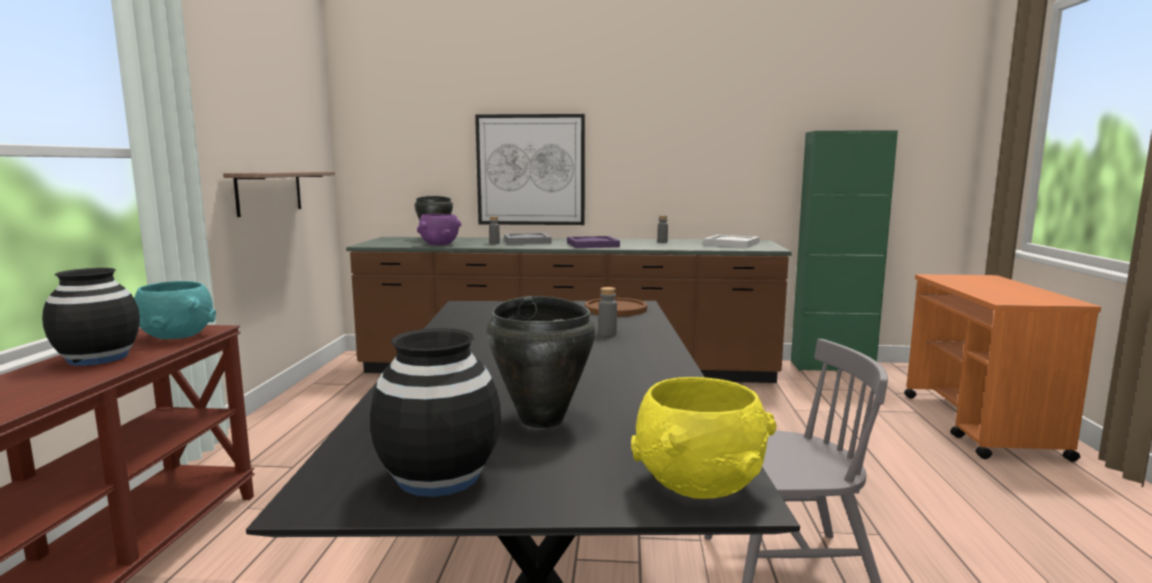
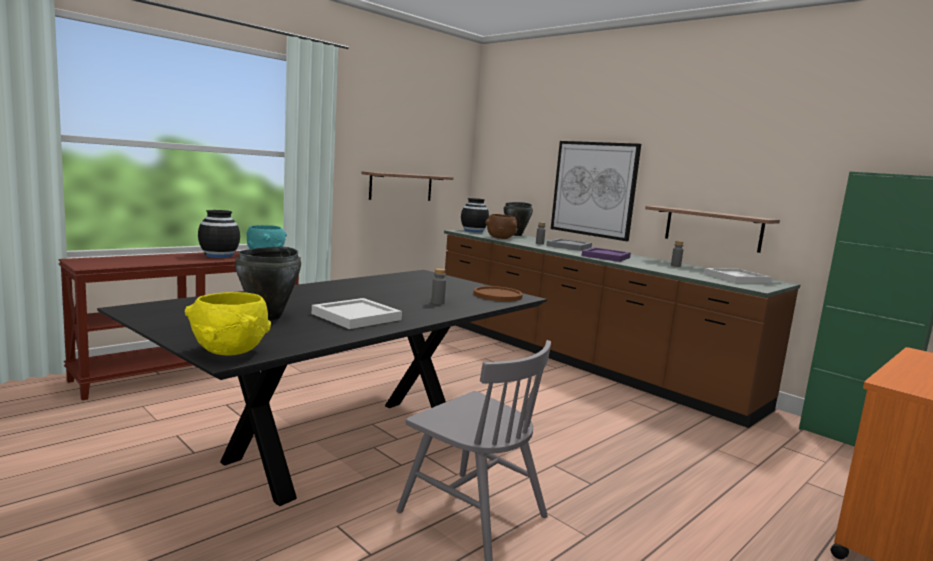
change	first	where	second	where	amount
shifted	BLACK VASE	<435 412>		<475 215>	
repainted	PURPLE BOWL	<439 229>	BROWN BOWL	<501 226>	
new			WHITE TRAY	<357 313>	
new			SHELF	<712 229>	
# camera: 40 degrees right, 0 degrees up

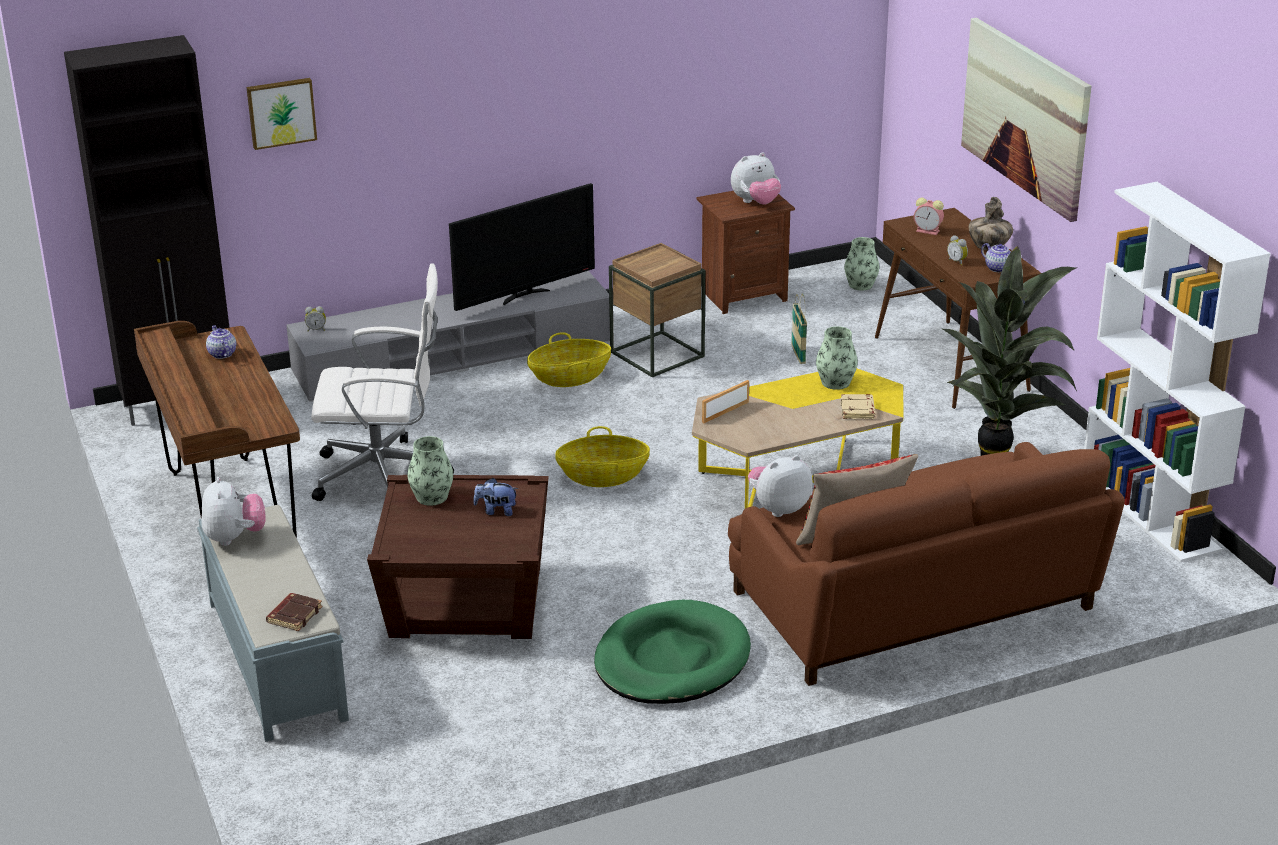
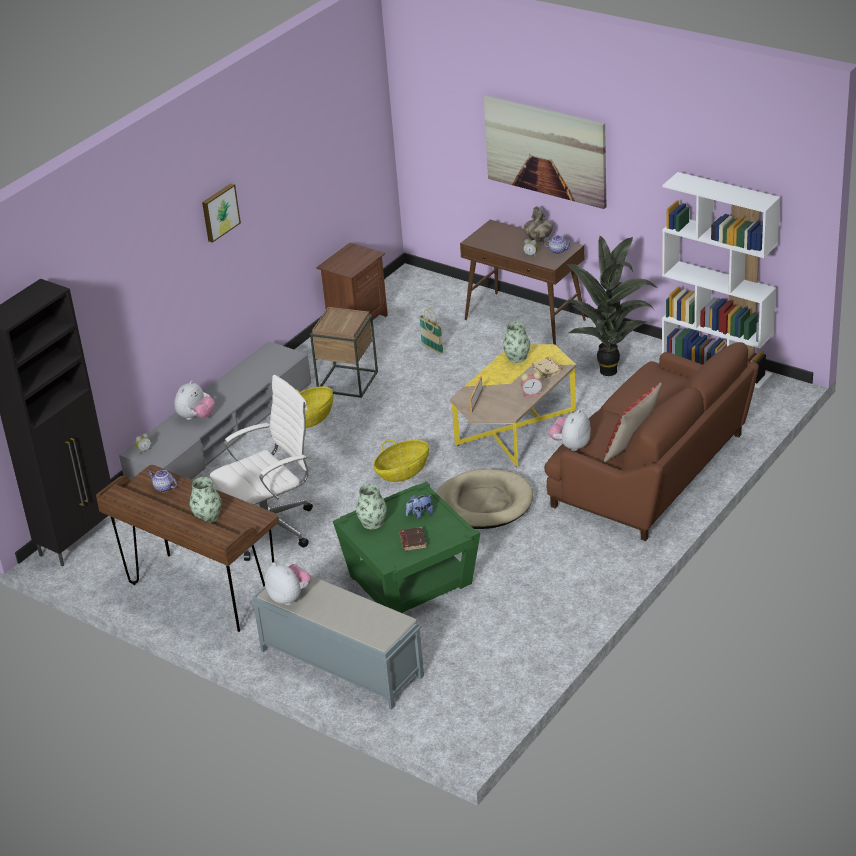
change	first	where	second	where	amount
shifted	PICTURE	<282 114>		<221 213>	
shifted	BROWN BOOK	<294 612>		<413 539>	
repainted	BROWN SIDE TABLE	<458 557>	GREEN SIDE TABLE	<407 547>	
gone	TELEVISION	<522 247>			
gone	GREEN DOG BED	<672 652>			
shifted	PLUSH TOY	<756 178>		<194 400>	
shifted	VASE	<862 264>		<205 500>	
shifted	ALARM CLOCK	<929 216>		<531 385>	
new			BEIGE DOG BED	<484 499>	
# camera: 30 degrees left, 5 degrees up

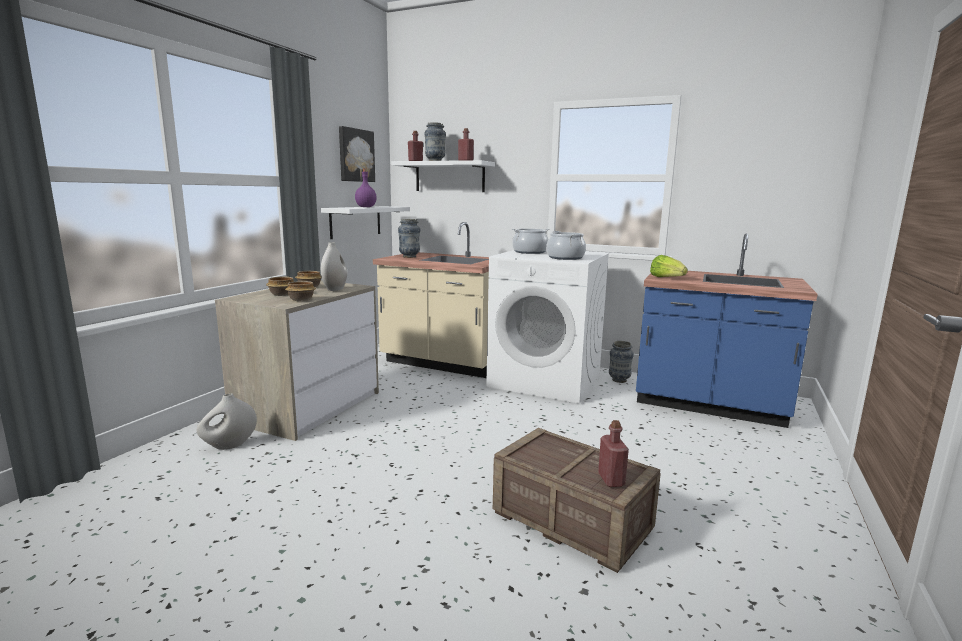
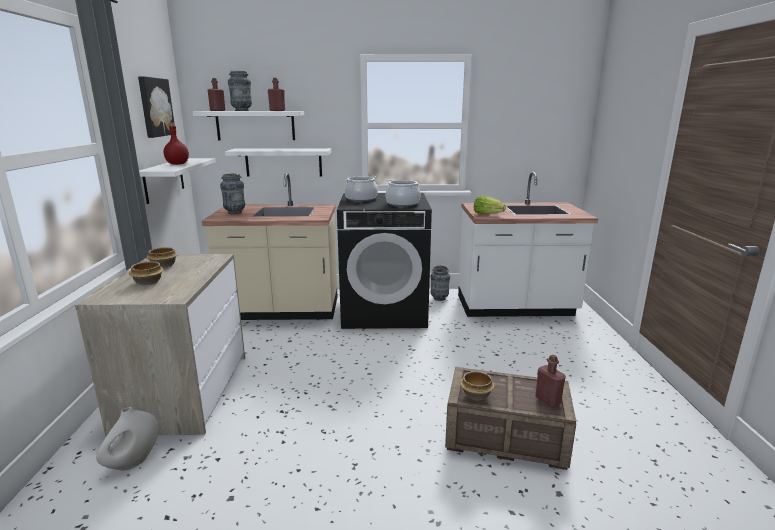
change	first	where	second	where	amount
shifted	BOWL	<300 291>		<477 385>	
gone	WHITE VASE	<334 266>			
repainted	PURPLE BOTTLE	<366 188>	RED BOTTLE	<176 144>	
repainted	WHITE WASHING MACHINE	<547 327>	BLACK WASHING MACHINE	<384 261>	
repainted	BLUE COUNTER	<726 331>	WHITE COUNTER	<528 244>	
new			WHITE SHELF	<278 162>	
# camera: 25 degrees left, 5 degrees up

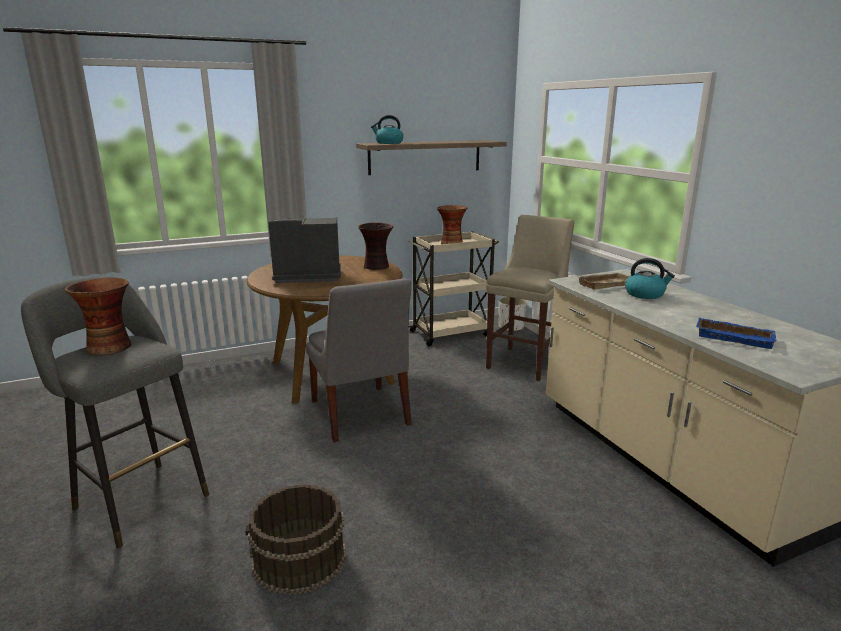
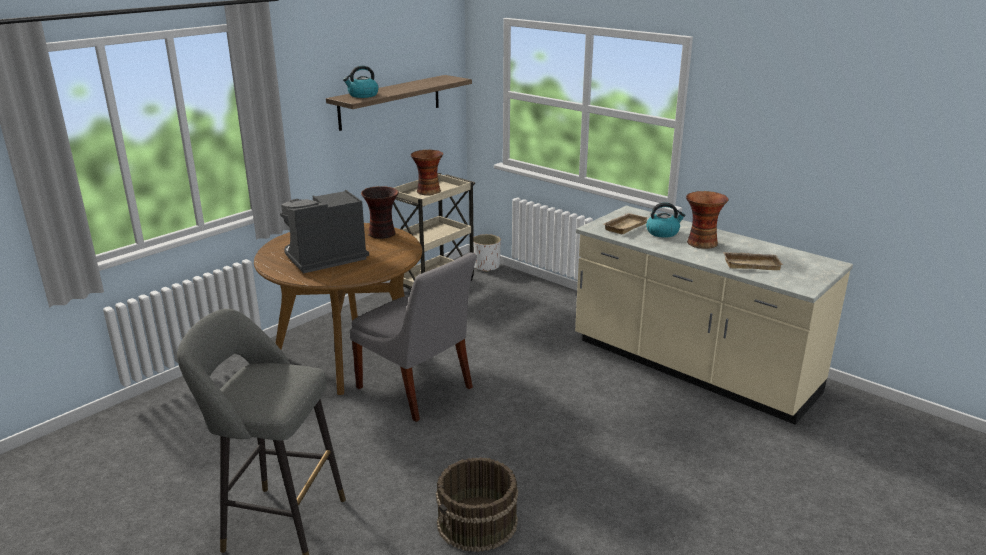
change	first	where	second	where	amount
shifted	VASE	<98 317>		<707 220>	
gone	BEIGE STOOL	<530 298>			
repainted	BLUE TRAY	<736 333>	BEIGE TRAY	<753 261>	
# camera: 25 degrees left, 5 degrees up

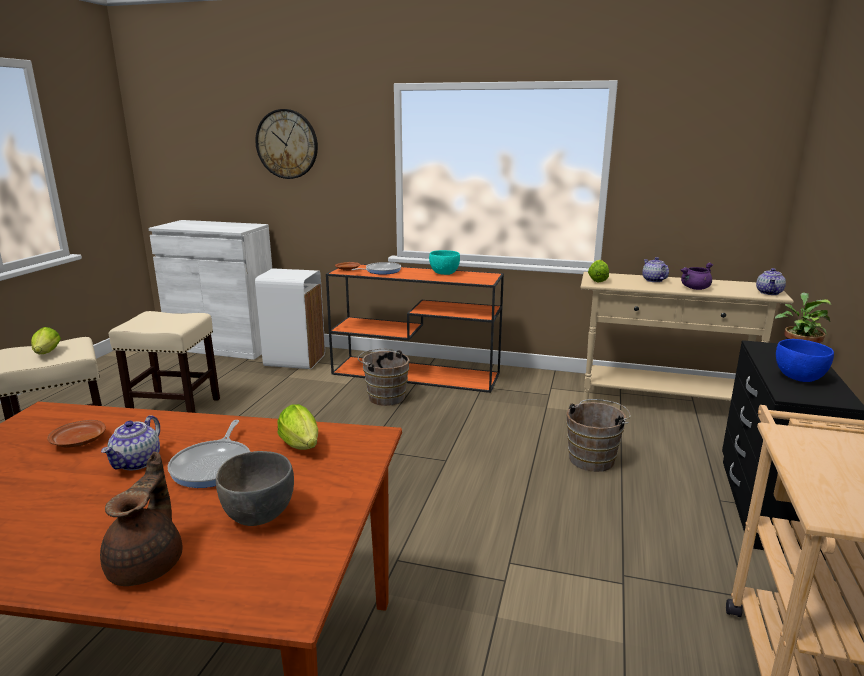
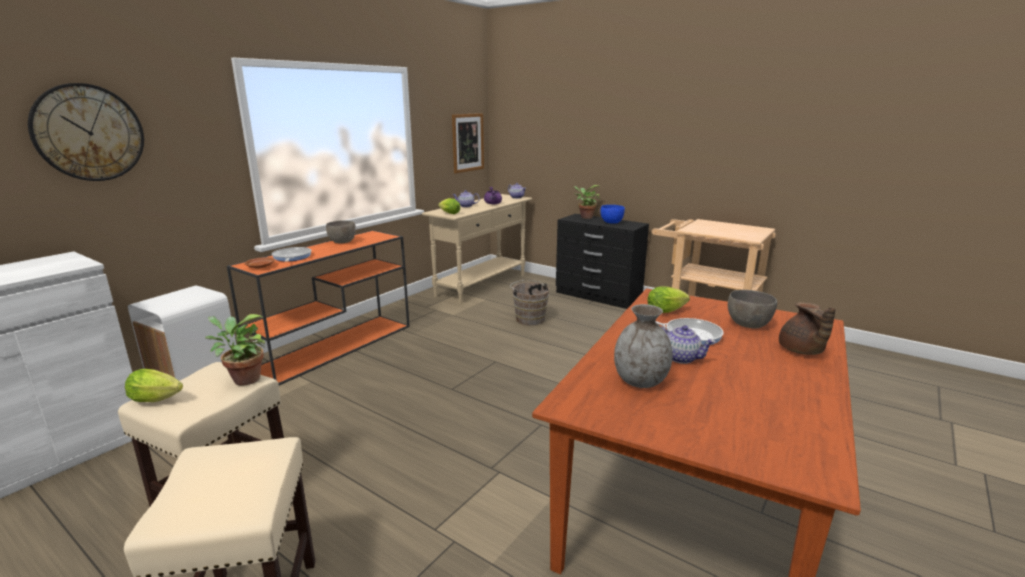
change	first	where	second	where	amount
shifted	LETTUCE	<46 340>		<154 385>	
swapped	BROWN PLATE	<76 433>	GREY VASE	<643 346>	
rotated	BROWN TEAPOT	<141 519>		<807 328>	120 degrees counterclockwise
gone	BROWN BUCKET	<383 377>			
repainted	TURQUOISE BOWL	<444 262>	GREY BOWL	<341 232>	
new			POTTED PLANT	<235 350>	
new			PICTURE	<468 143>	
# camera: 70 degrees left, 0 degrees up

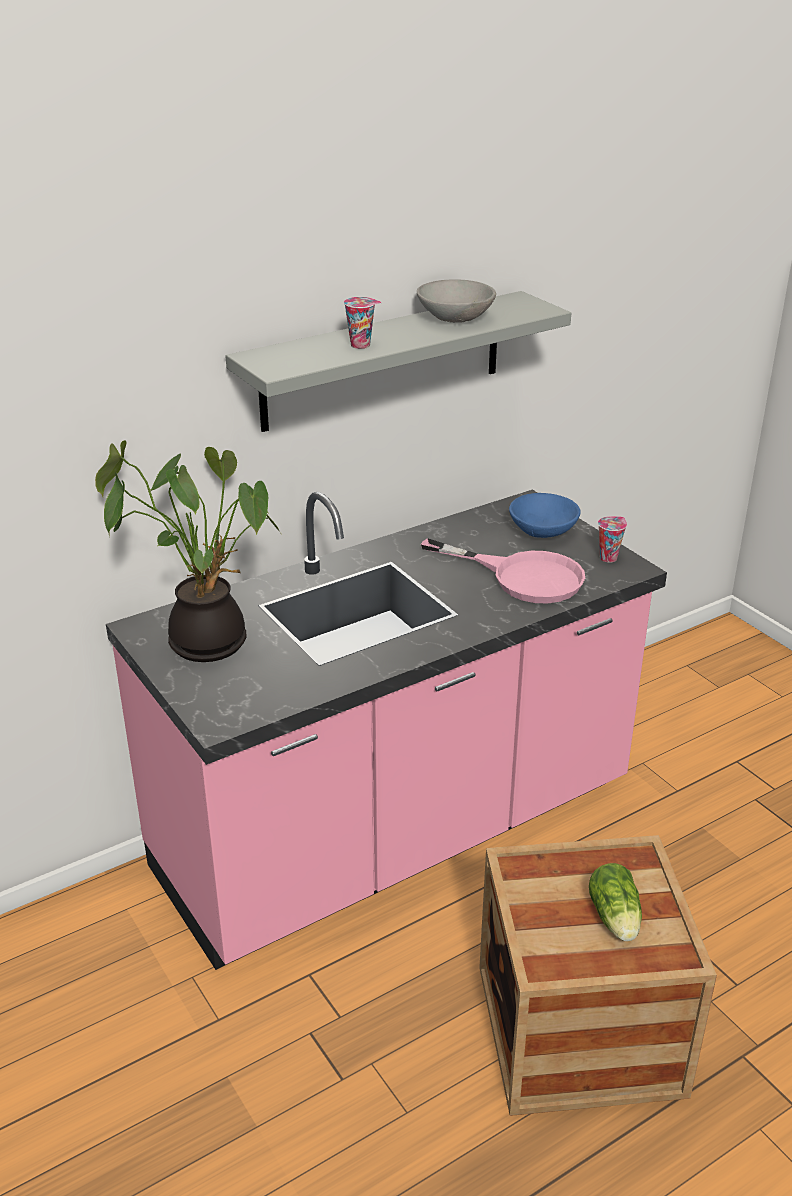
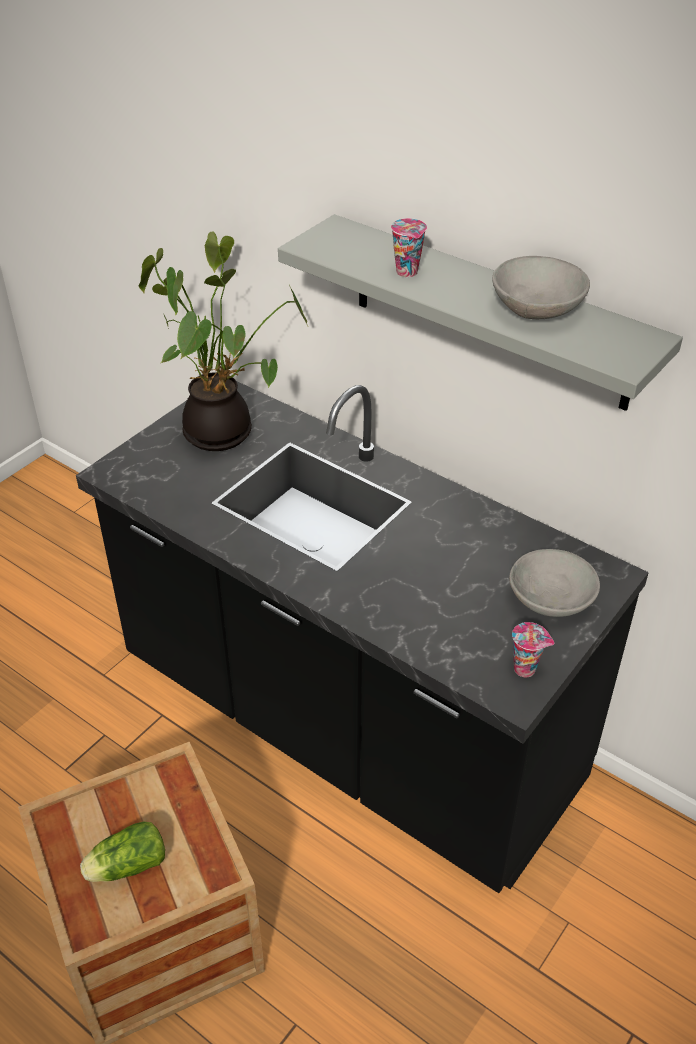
change	first	where	second	where	amount
repainted	PINK COUNTER	<386 729>	BLACK COUNTER	<362 637>	
gone	PINK FRYING PAN	<503 571>			
repainted	BLUE BOWL	<545 515>	GREY BOWL	<554 583>	
# camera: 70 degrees right, 10 degrees up

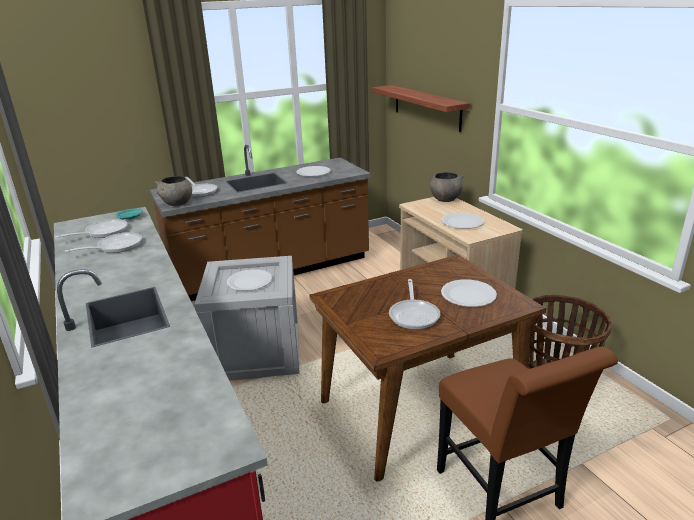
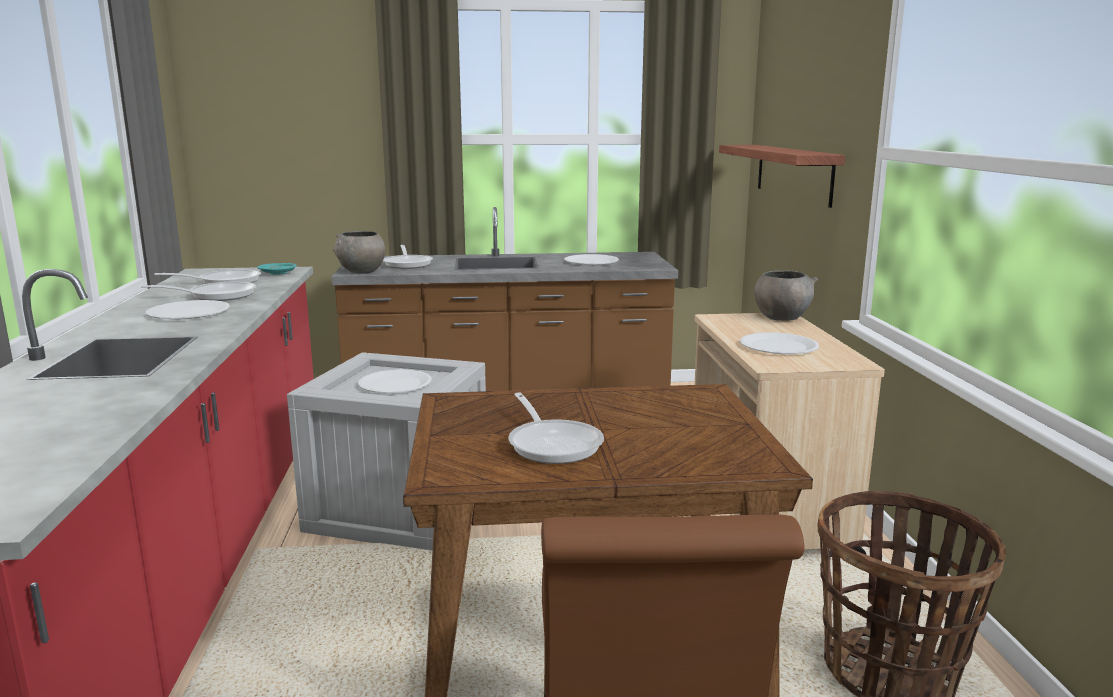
change	first	where	second	where	amount
rotated	FRYING PAN	<414 304>		<556 428>	45 degrees counterclockwise
shifted	WHITE PLATE	<469 293>		<187 310>	
# camera: 20 degrees right, 10 degrees down

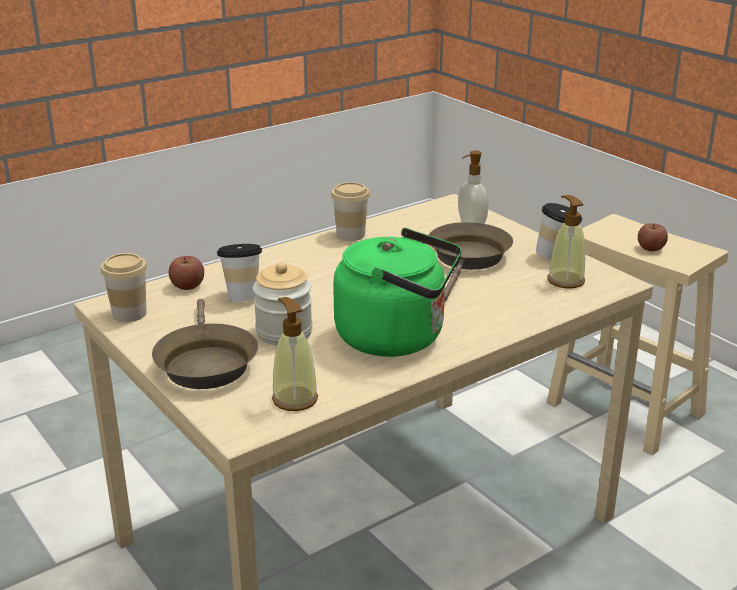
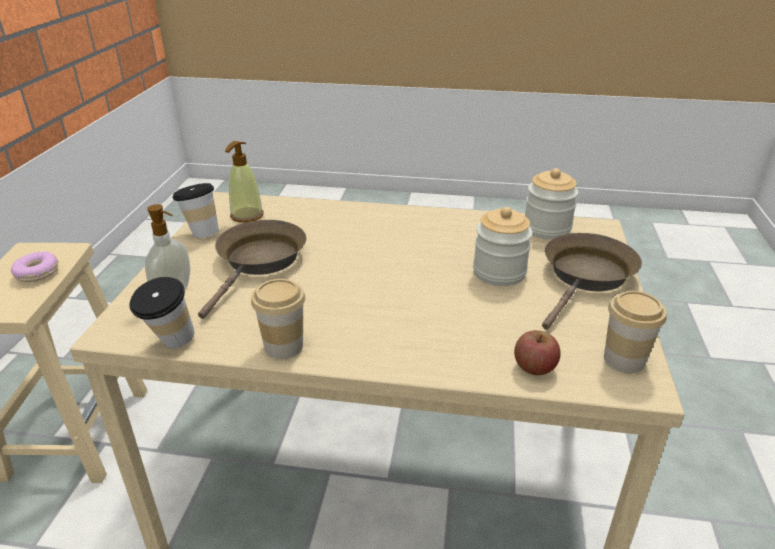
change	first	where	second	where	amount
shifted	CUP	<239 273>		<162 312>	
swapped	SOAP DISPENSER	<295 354>	JAR	<551 204>	
gone	GREEN KETTLE	<397 292>			
rotated	BROWN FRYING PAN	<471 261>		<252 269>	135 degrees clockwise
swapped	APPLE	<653 237>	DONUT	<34 266>	
# camera: 135 degrees left, 5 degrees up

